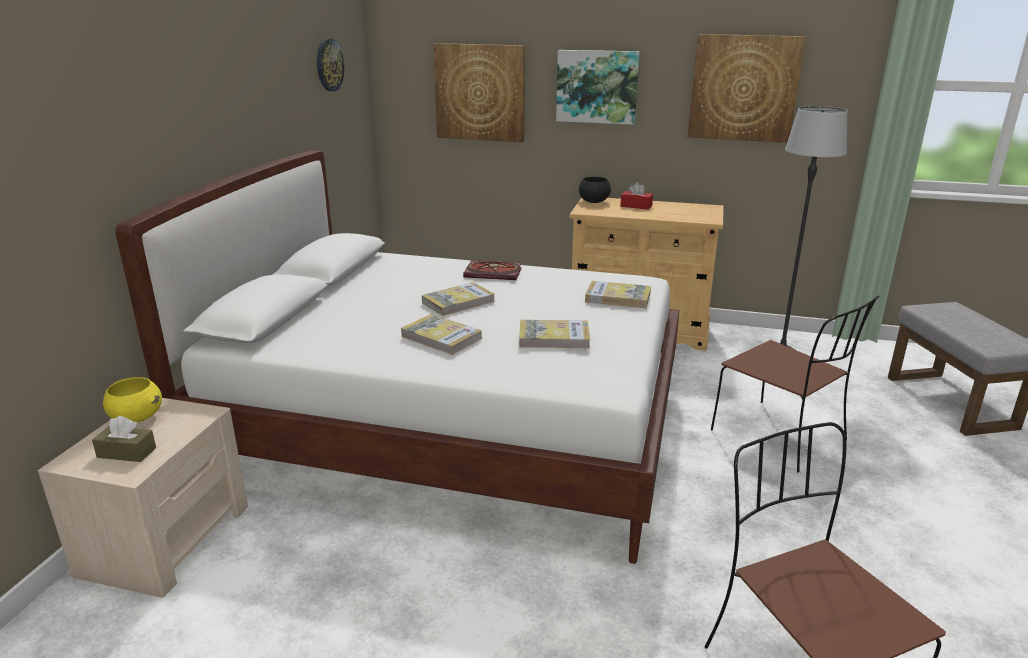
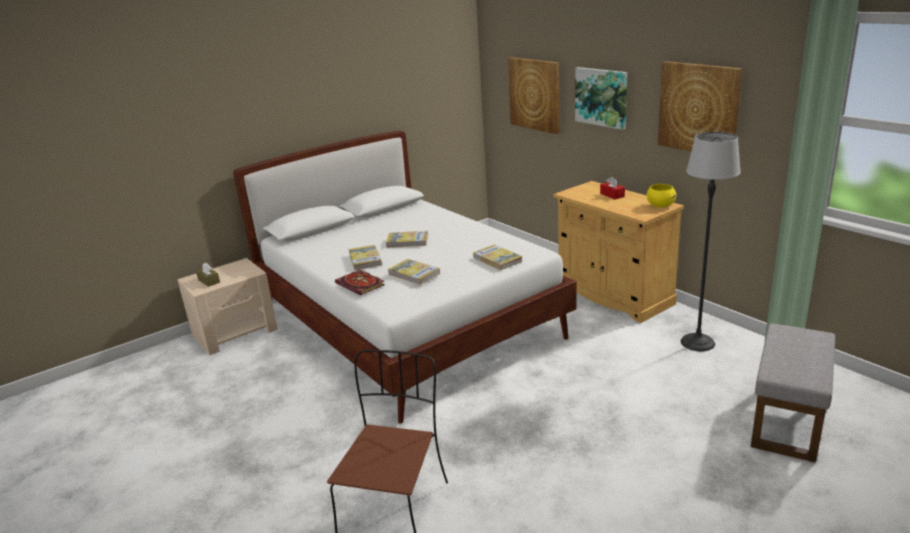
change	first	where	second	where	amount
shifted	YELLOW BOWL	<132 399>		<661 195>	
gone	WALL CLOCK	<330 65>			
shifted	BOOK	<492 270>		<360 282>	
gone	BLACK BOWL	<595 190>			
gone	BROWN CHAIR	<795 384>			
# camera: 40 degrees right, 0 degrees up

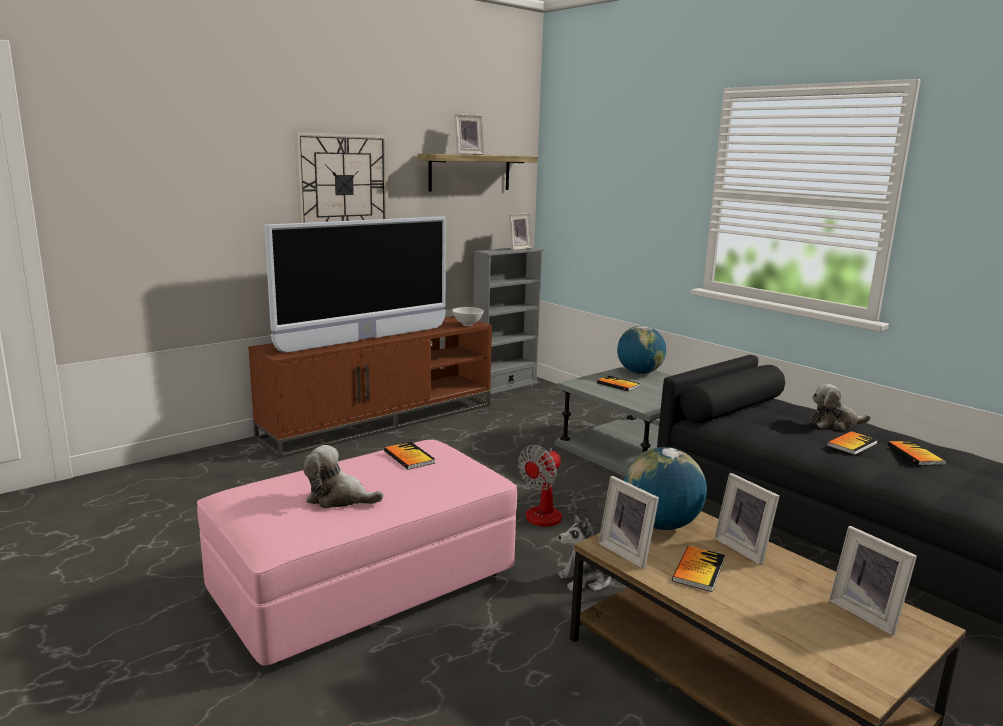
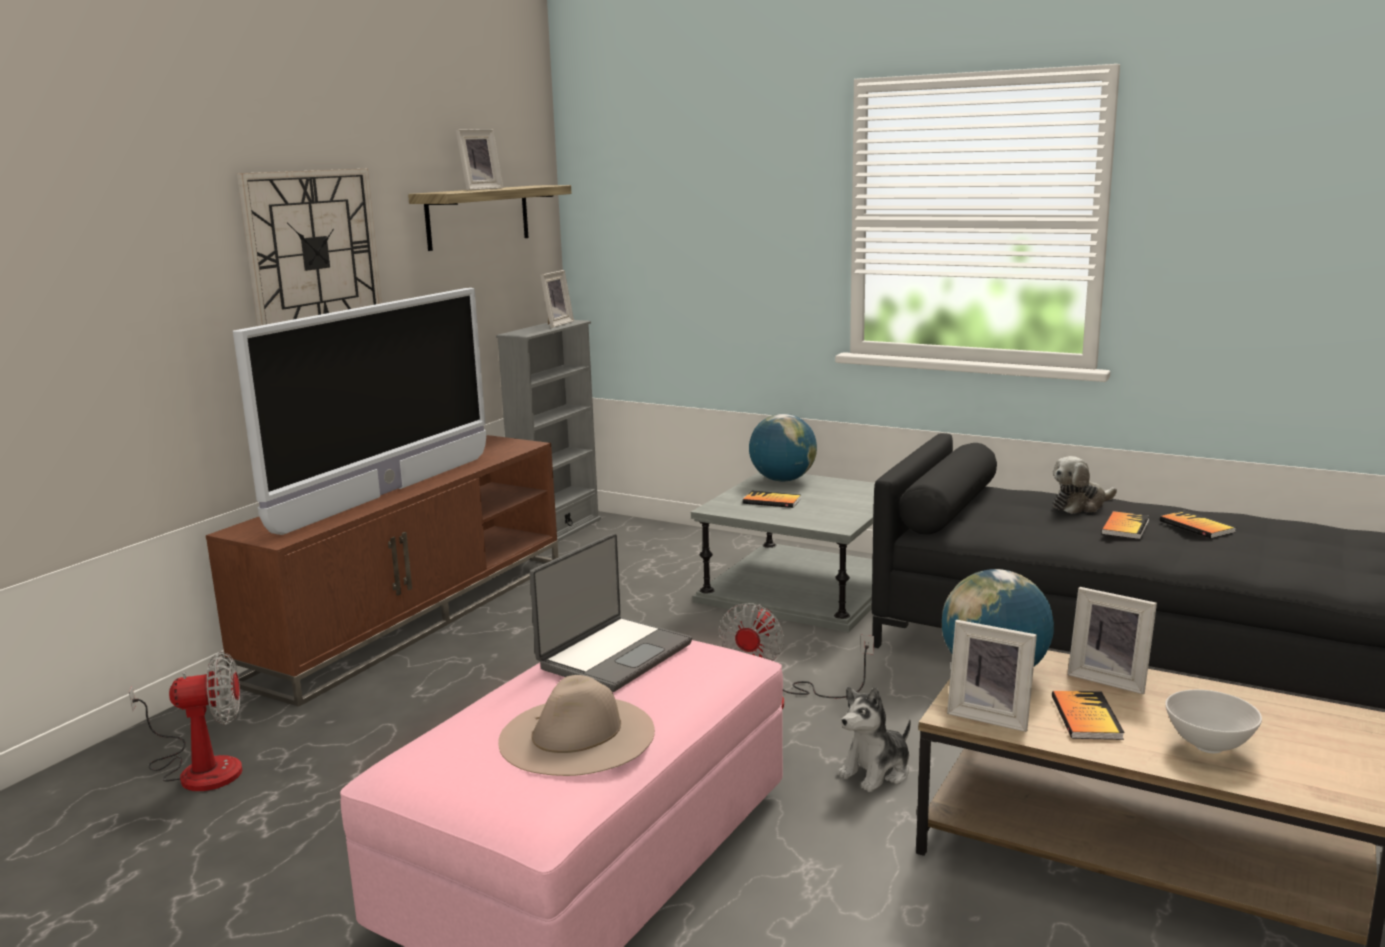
change	first	where	second	where	amount
swapped	PLUSH TOY	<343 477>	BEIGE HAT	<576 725>	
swapped	BOOK	<409 456>	LAPTOP	<611 612>	
shifted	WHITE BOWL	<468 316>		<1213 721>	
gone	PICTURE FRAME	<873 580>			
new			FAN	<185 721>	
# camera: 20 degrees left, 0 degrees up

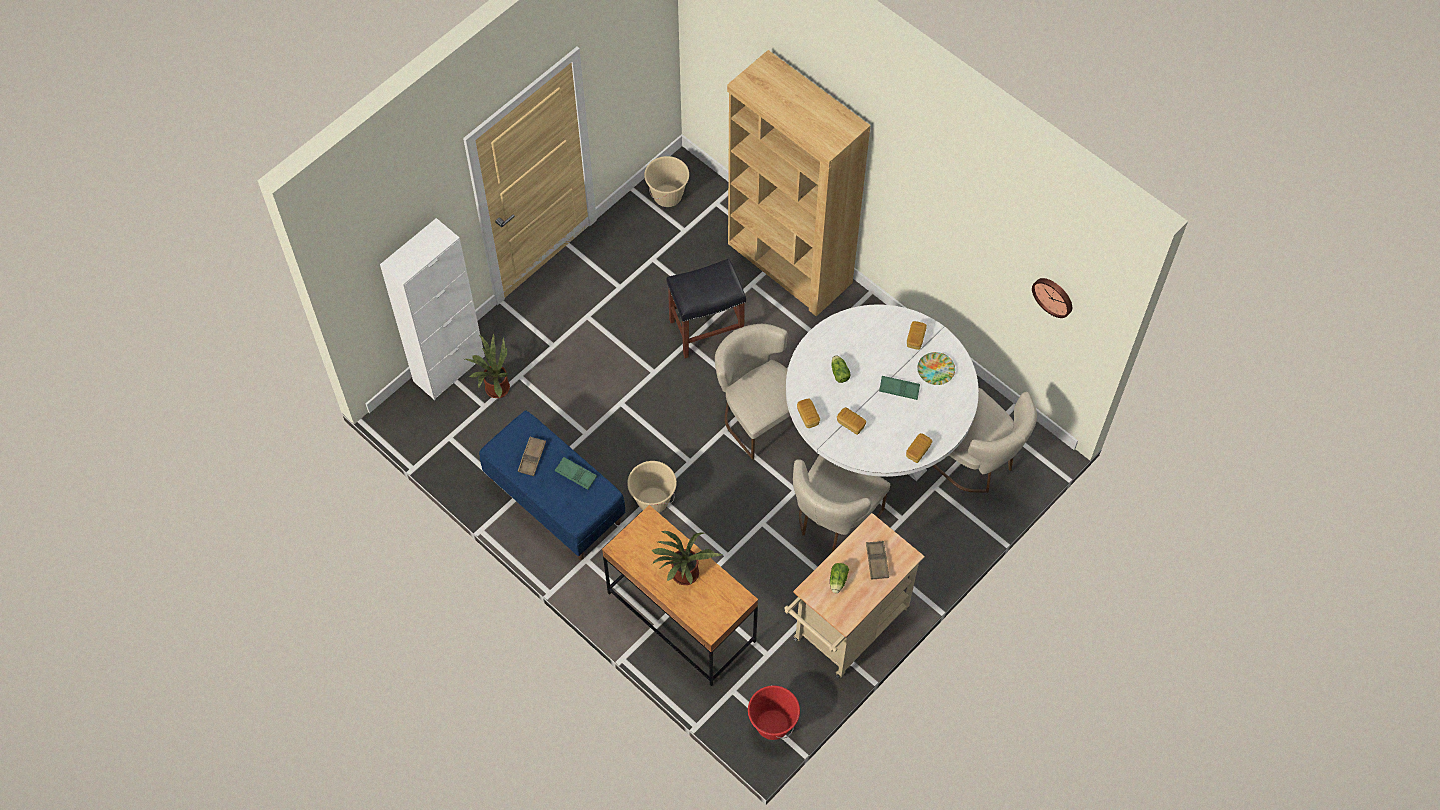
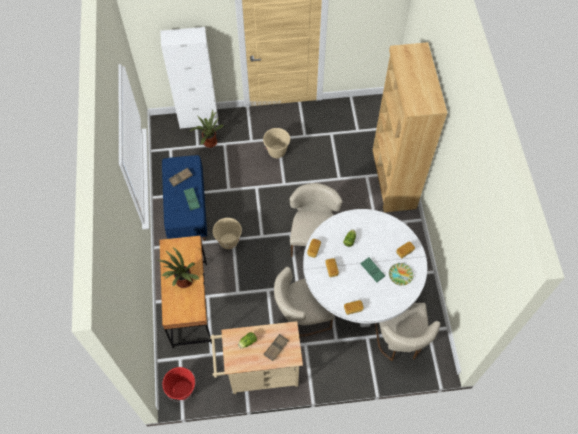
change	first	where	second	where	amount
shifted	BEIGE BUCKET	<666 181>		<276 143>	
gone	BLACK STOOL	<706 308>			
gone	WALL CLOCK	<1052 298>			
# camera: 40 degrees right, 0 degrees up

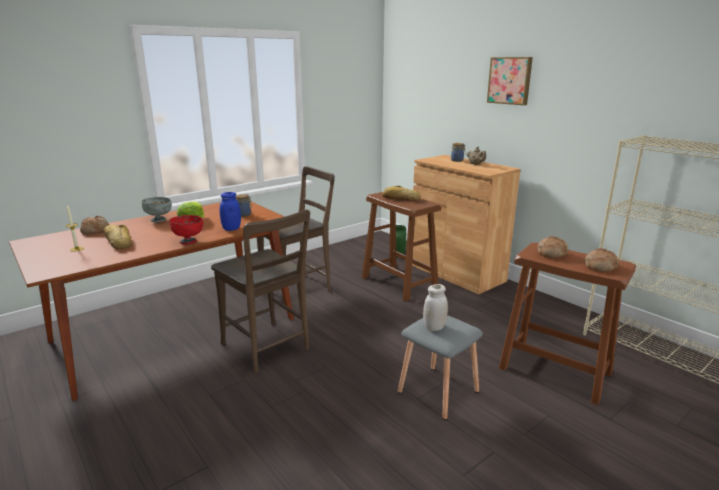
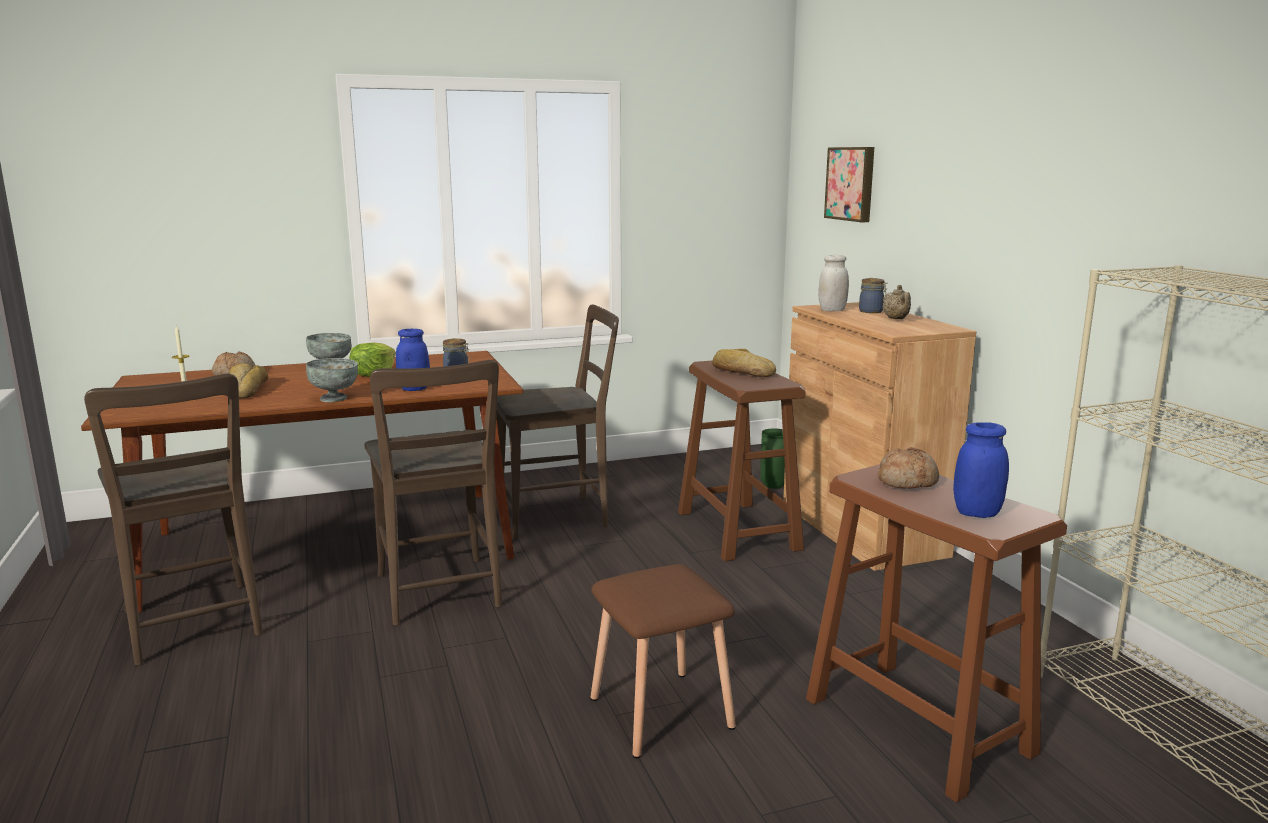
change	first	where	second	where	amount
repainted	RED BOWL	<186 230>	GREY BOWL	<332 380>	
repainted	GREY STOOL	<440 367>	BROWN STOOL	<663 661>	
shifted	WHITE JAR	<435 307>		<833 283>	
shifted	PICTURE	<510 81>		<849 184>	
swapped	BREAD	<602 260>	BLUE JAR	<981 470>	
new			BROWN CHAIR	<173 519>	
# camera: 20 degrees right, 5 degrees down

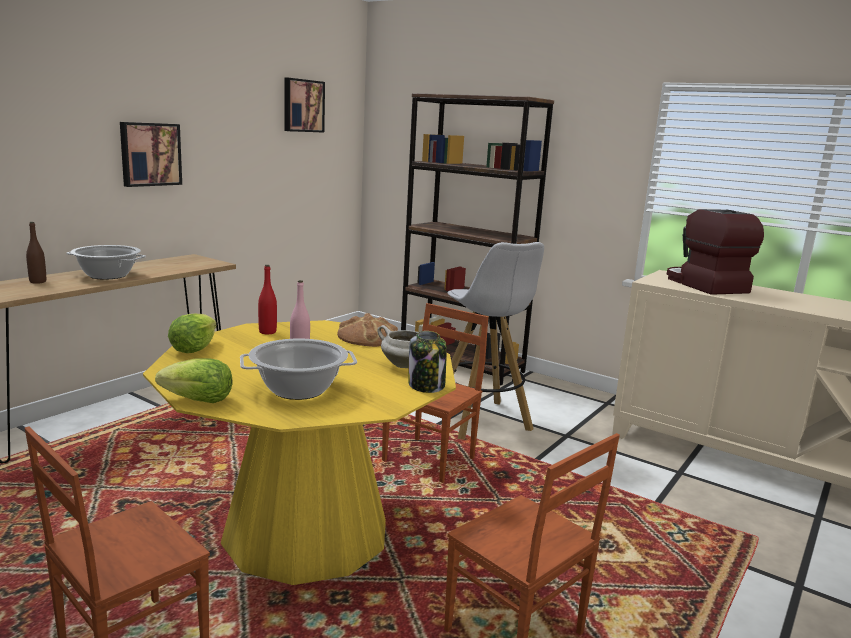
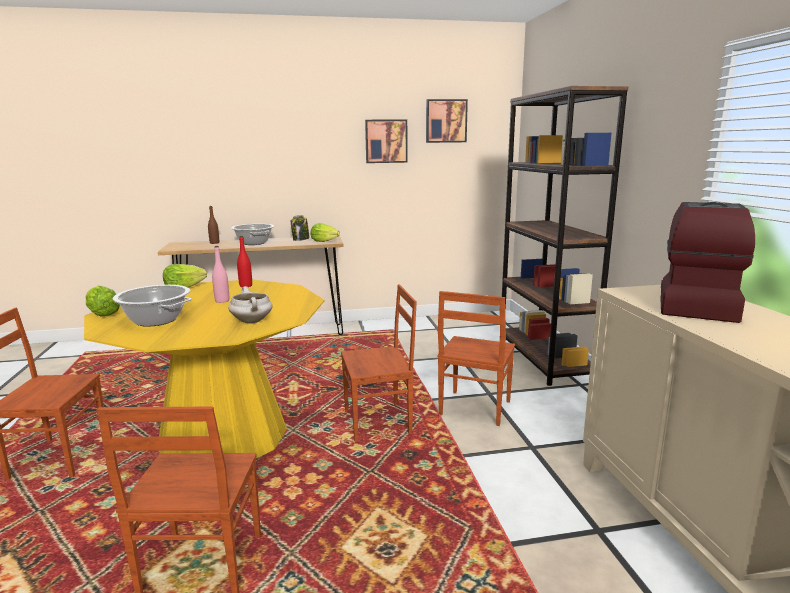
change	first	where	second	where	amount
shifted	PICTURE	<151 154>		<386 141>	
gone	BREAD	<367 330>			
shifted	JAR	<427 362>		<300 228>	
swapped	WHITE STOOL	<496 341>	BROWN CHAIR	<476 358>	
new			LETTUCE	<325 232>	
# camera: 45 degrees right, 0 degrees up

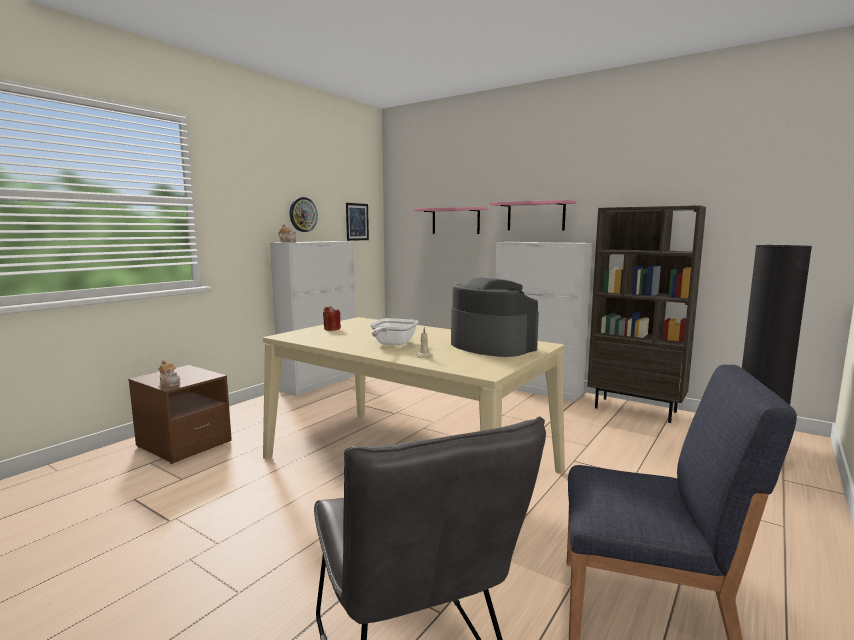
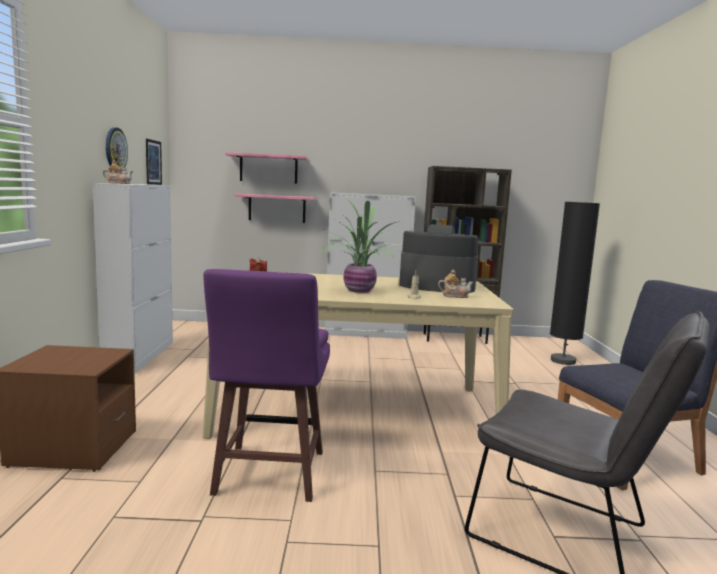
change	first	where	second	where	amount
shifted	TEAPOT	<169 373>		<456 284>	
swapped	FRYING PAN	<394 332>	POTTED PLANT	<364 246>	
shifted	PINK SHELF	<533 215>		<274 208>	
new			PURPLE STOOL	<266 385>	
# camera: 35 degrees left, 0 degrees up

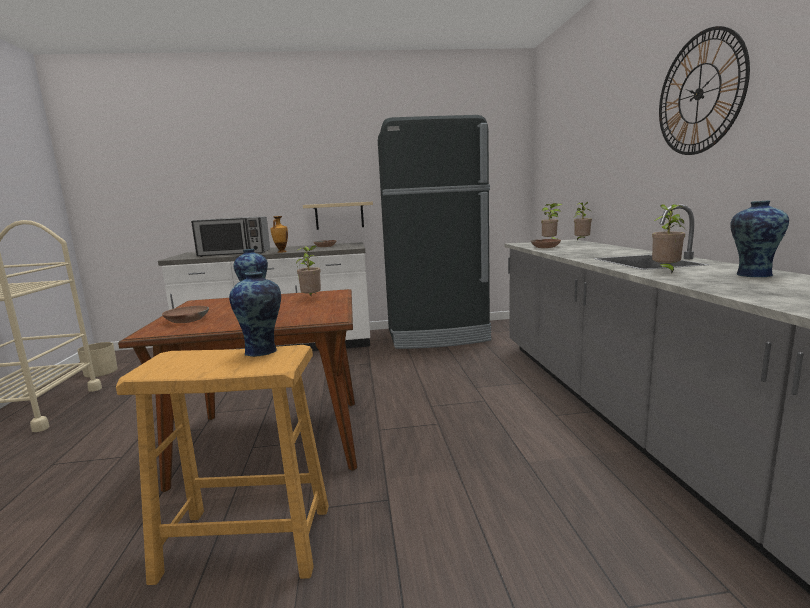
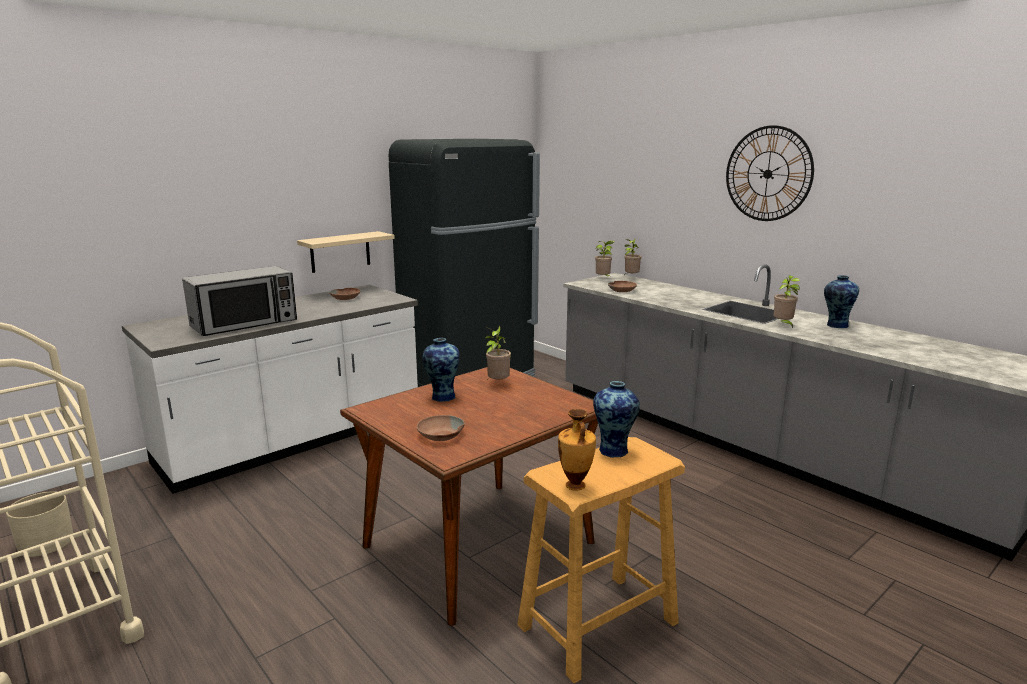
change	first	where	second	where	amount
shifted	VASE	<279 234>		<577 450>	
# camera: 35 degrees left, 5 degrees up

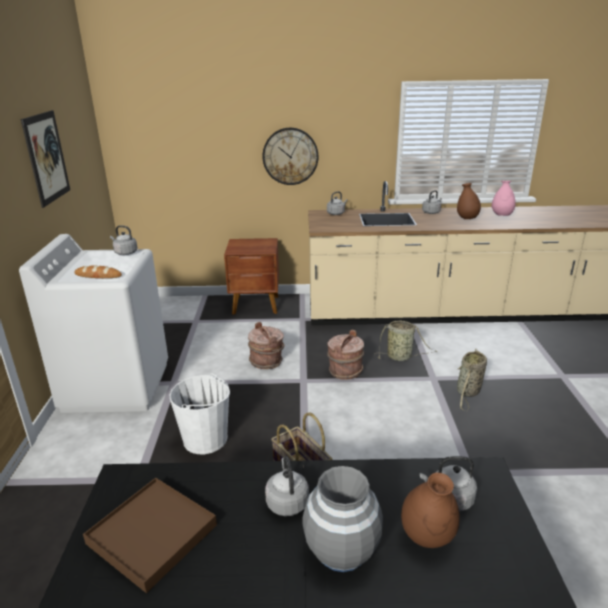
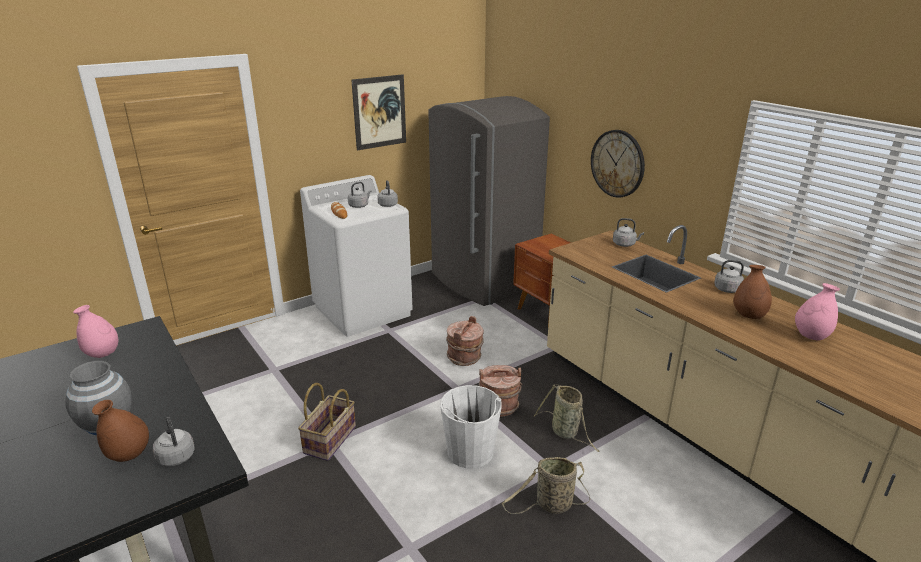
change	first	where	second	where	amount
swapped	BROWN TRAY	<150 535>	PINK VASE	<95 331>	
shifted	WHITE BUCKET	<199 414>		<471 427>	
shifted	GREY KETTLE	<287 486>		<360 195>	
new			GREY FRIDGE	<489 201>	
# camera: 55 degrees right, 0 degrees up

